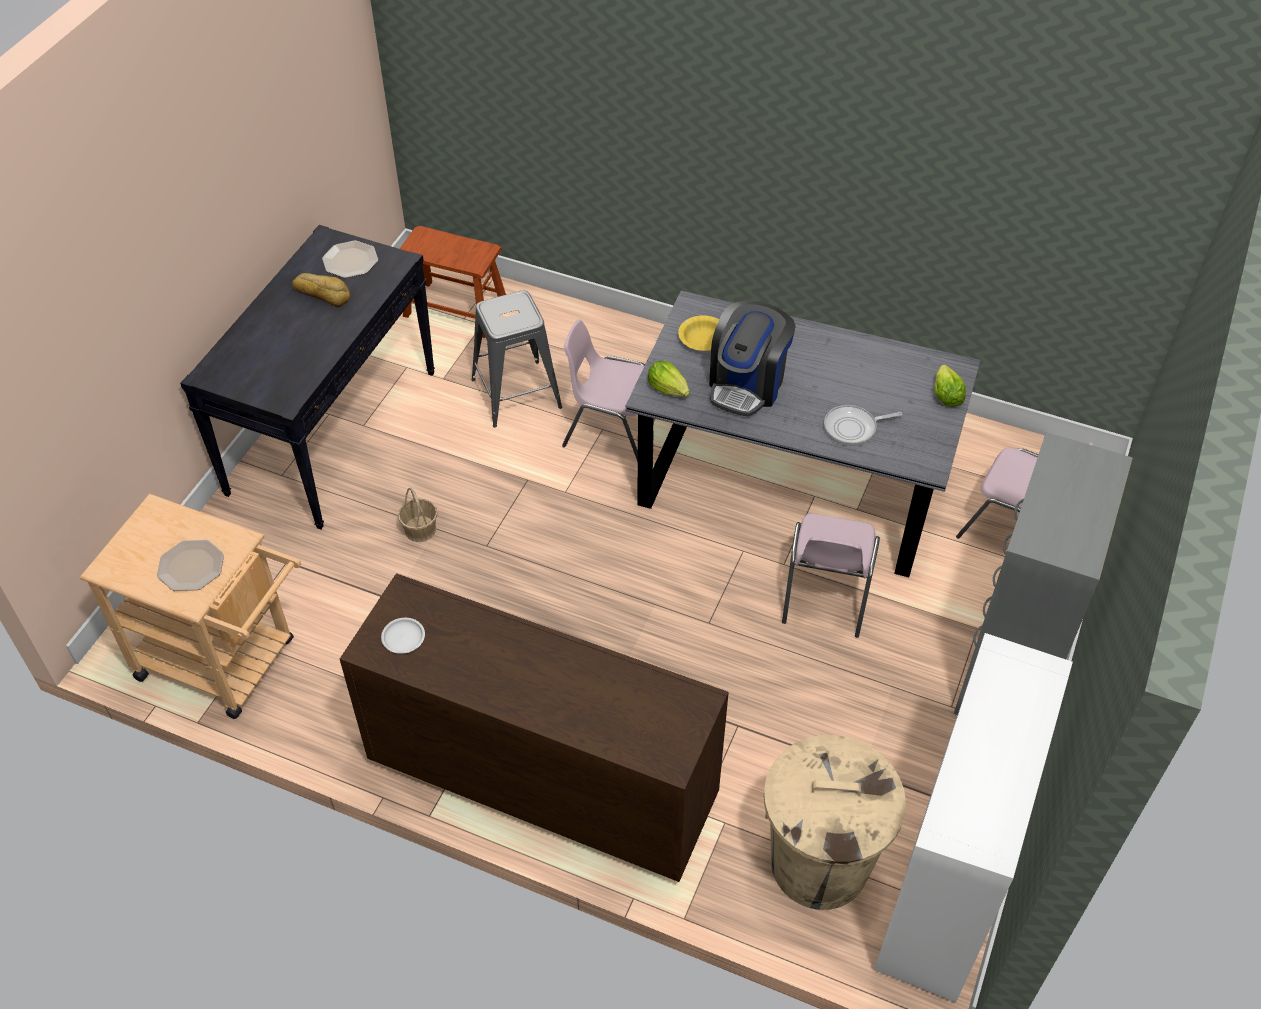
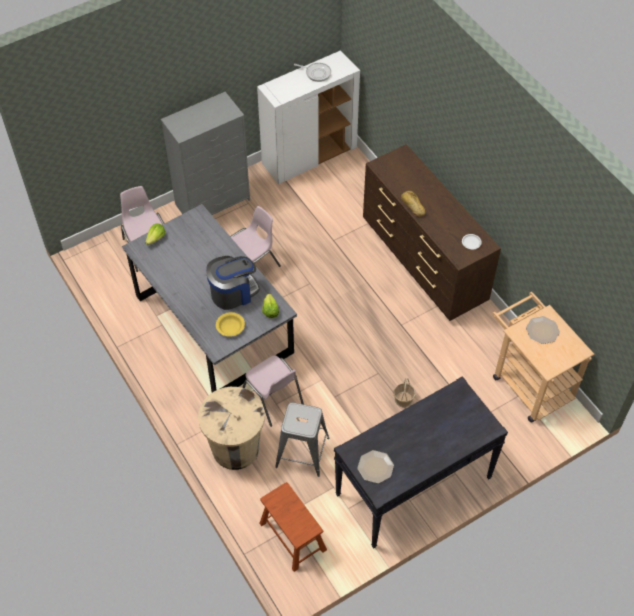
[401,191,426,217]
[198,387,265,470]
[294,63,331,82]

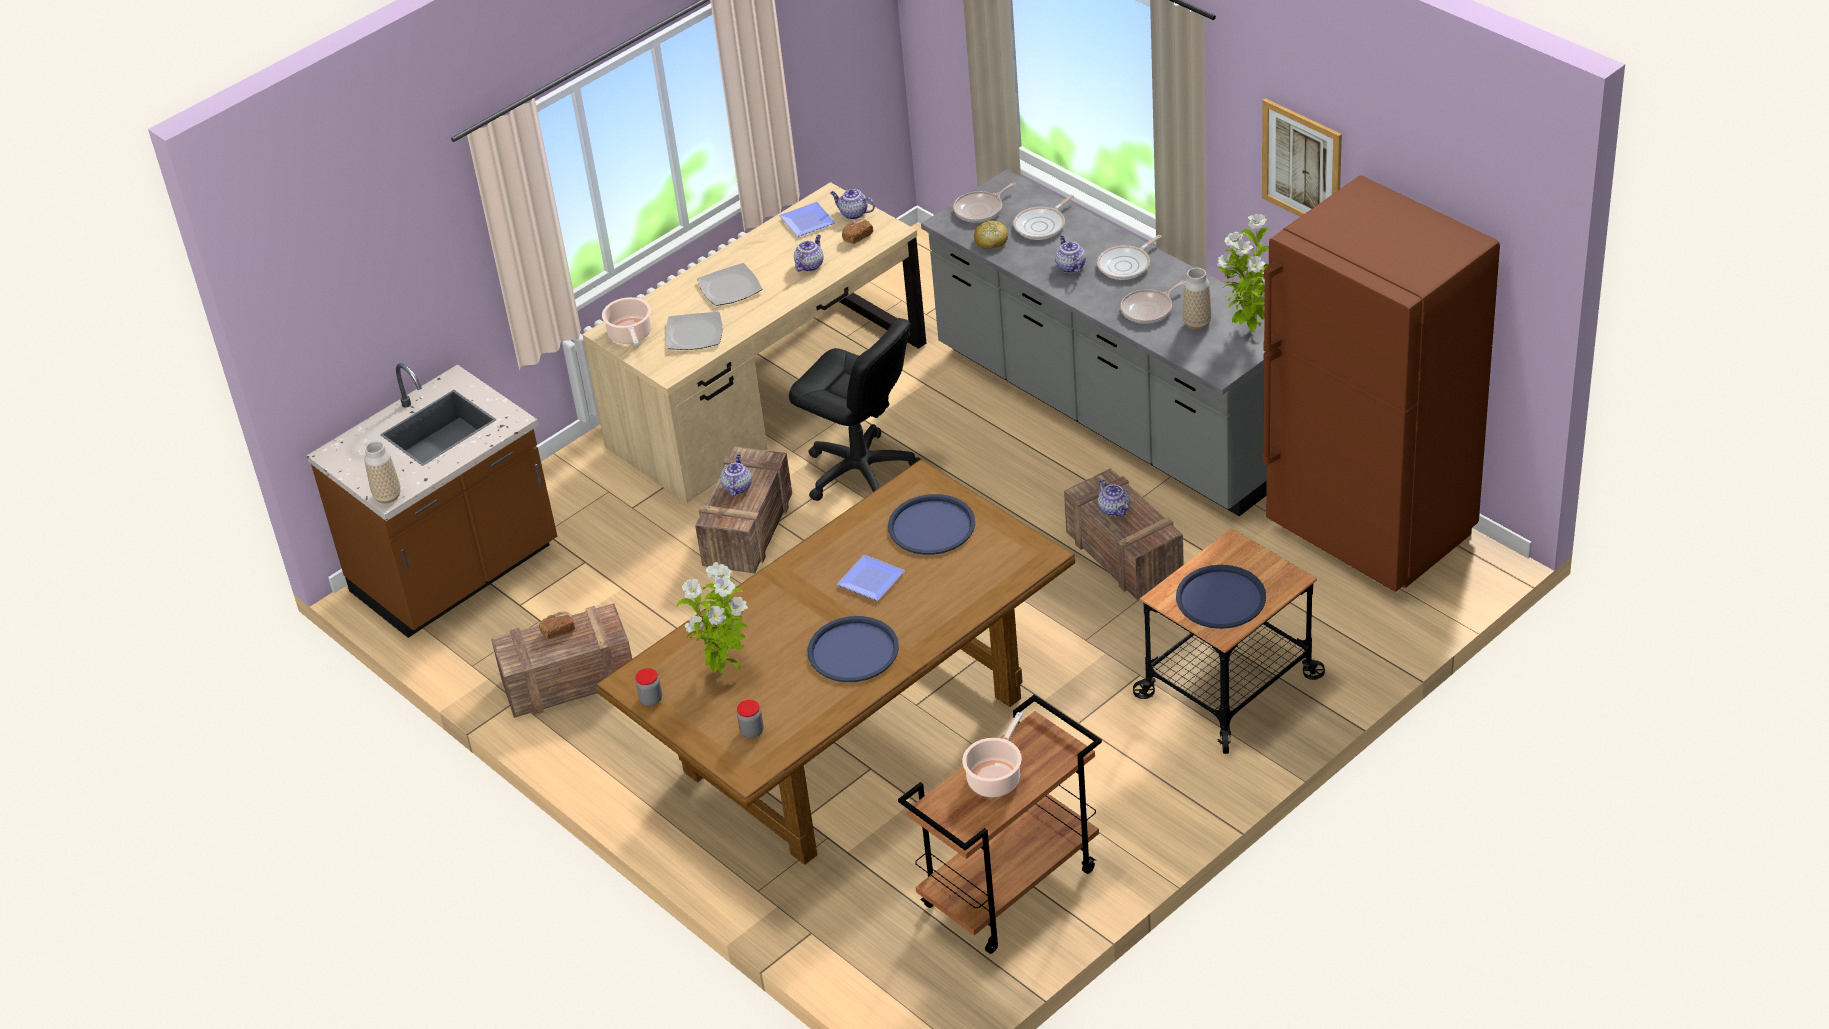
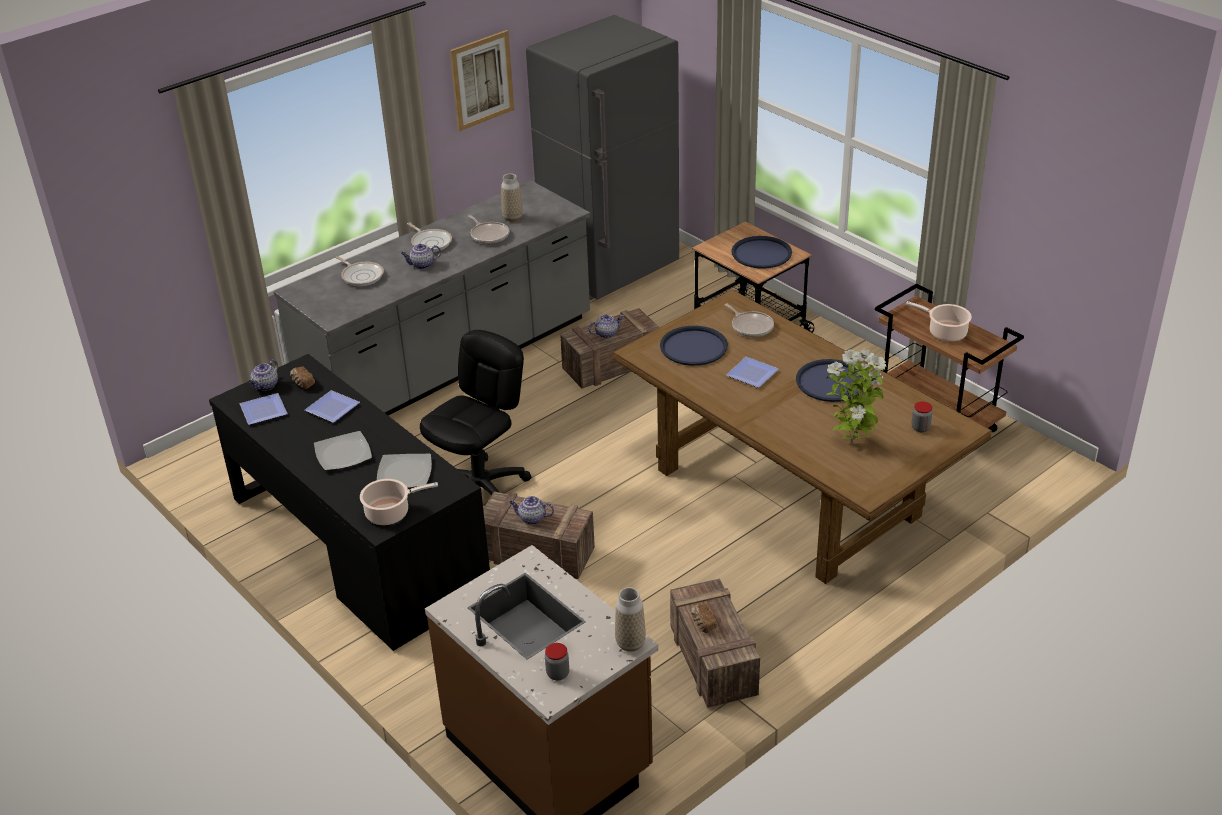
[209,354,490,651]
[545,643,569,680]
[305,390,360,423]
[725,303,774,337]
[974,221,1008,249] (first image)
[1217,214,1270,332] (first image)
[526,15,679,300]

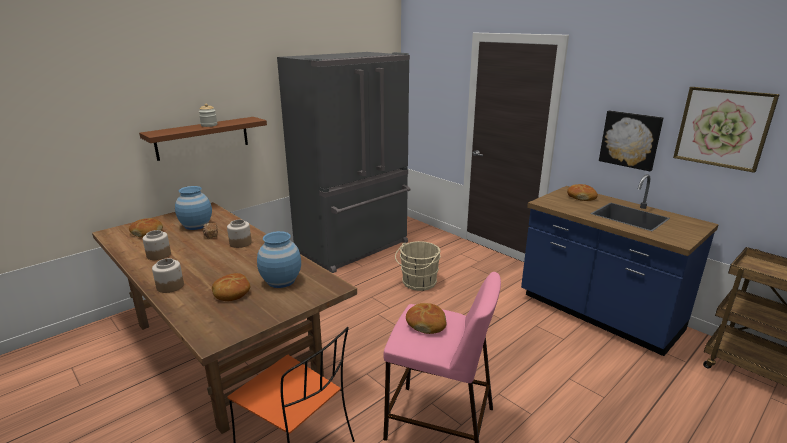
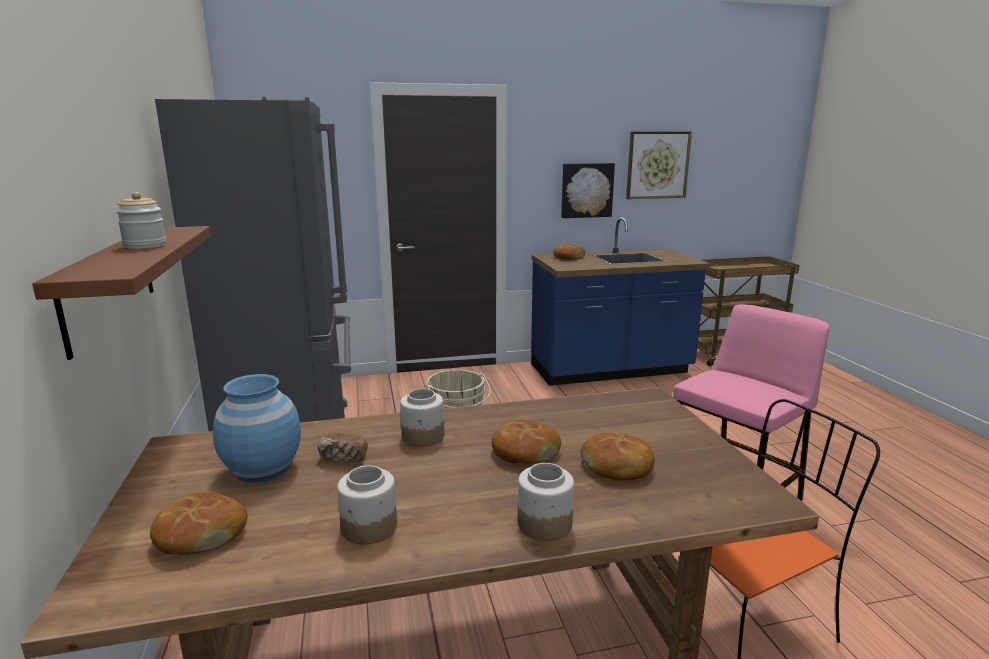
[257,231,301,288] (first image)
[492,420,561,464]

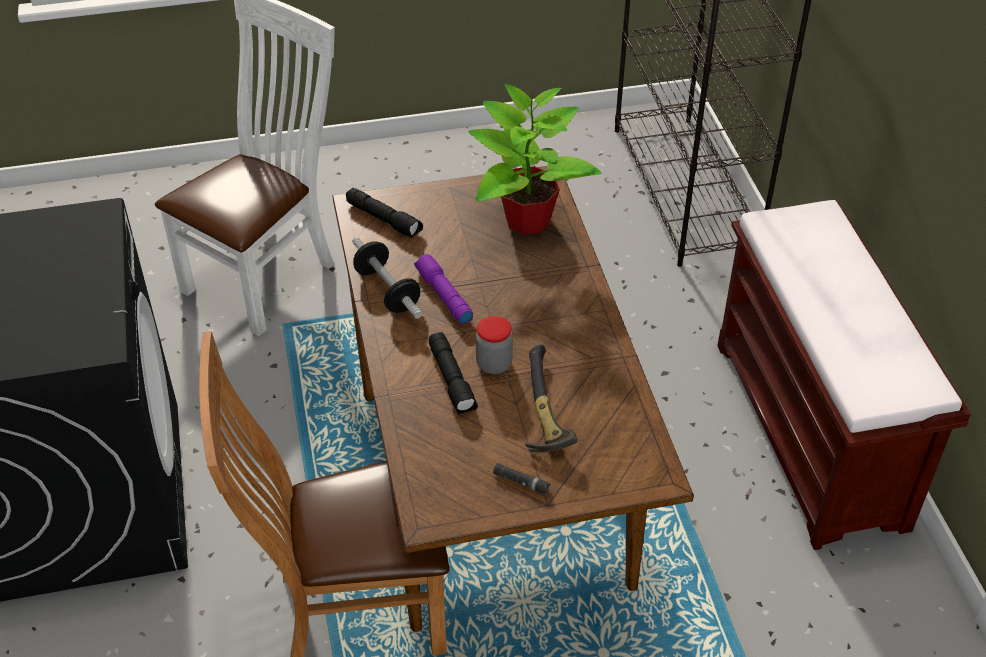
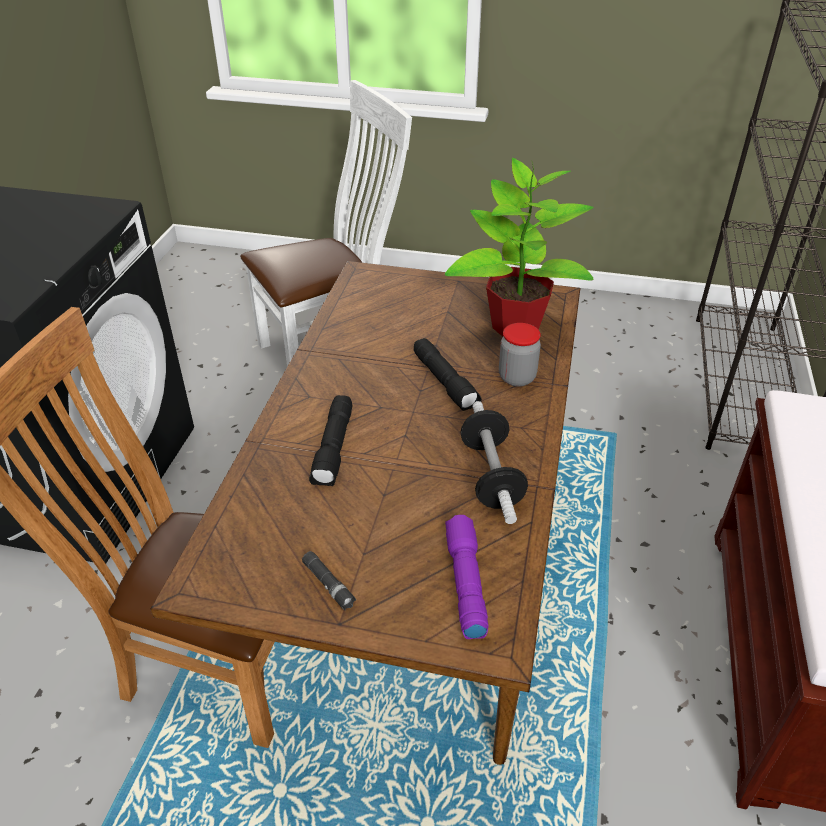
[414,338,482,411]
[460,401,528,524]
[445,515,489,639]
[499,323,541,387]
[525,344,578,452] (first image)

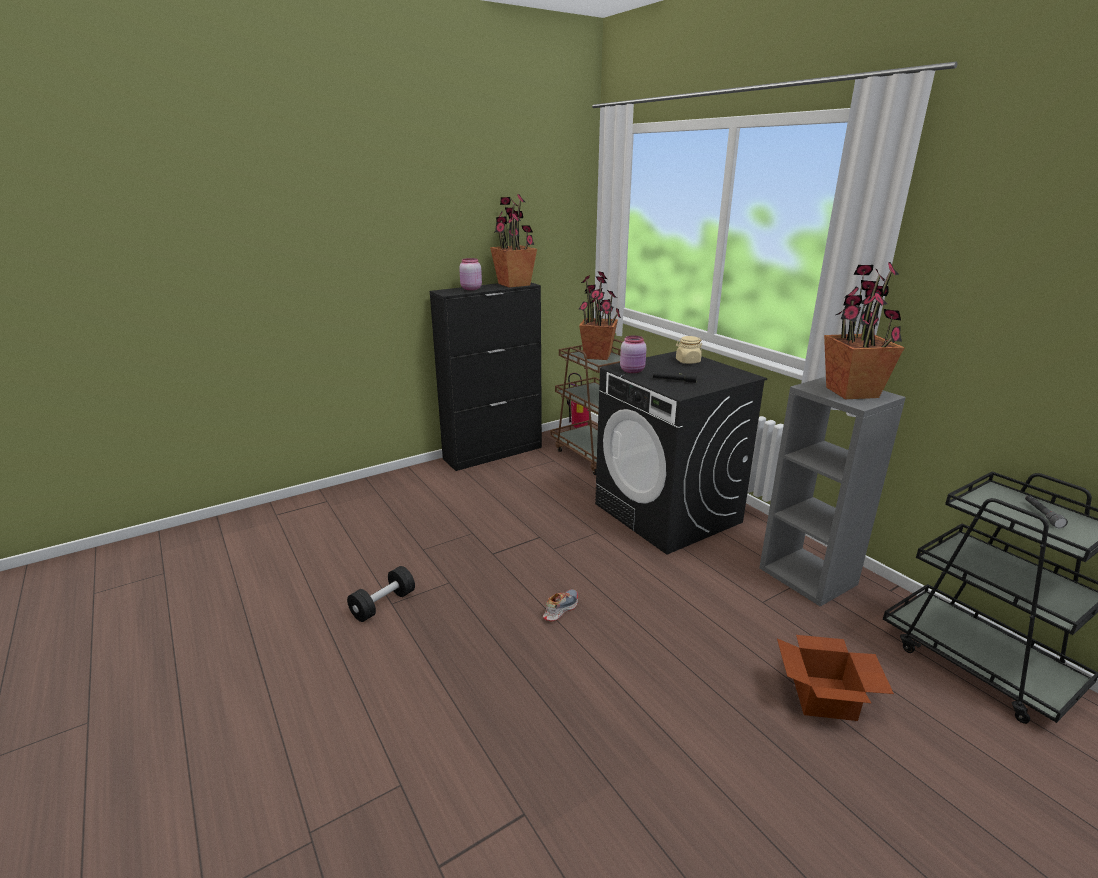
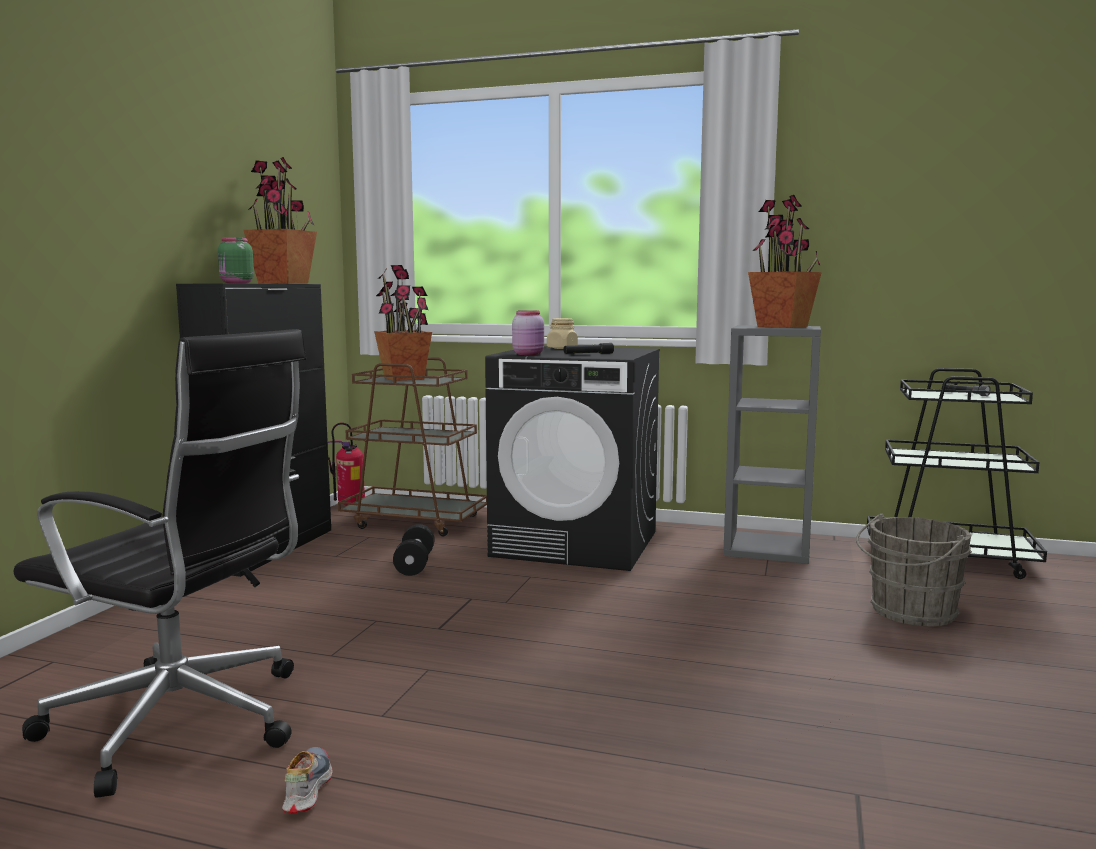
[393,524,435,576]
[218,237,254,283]
[282,747,333,814]
[856,514,972,626]
[14,329,306,798]

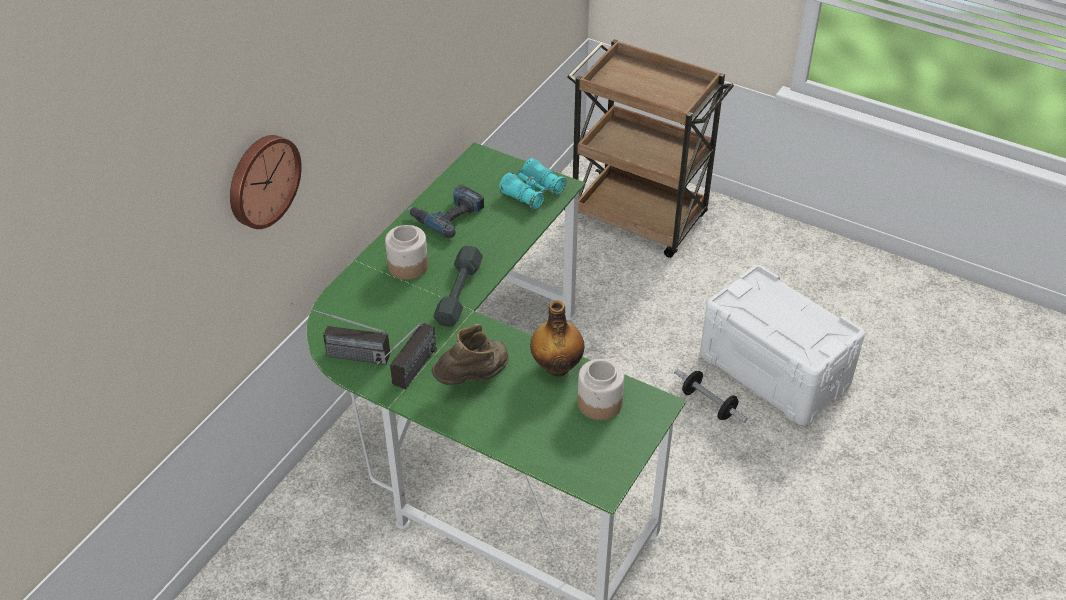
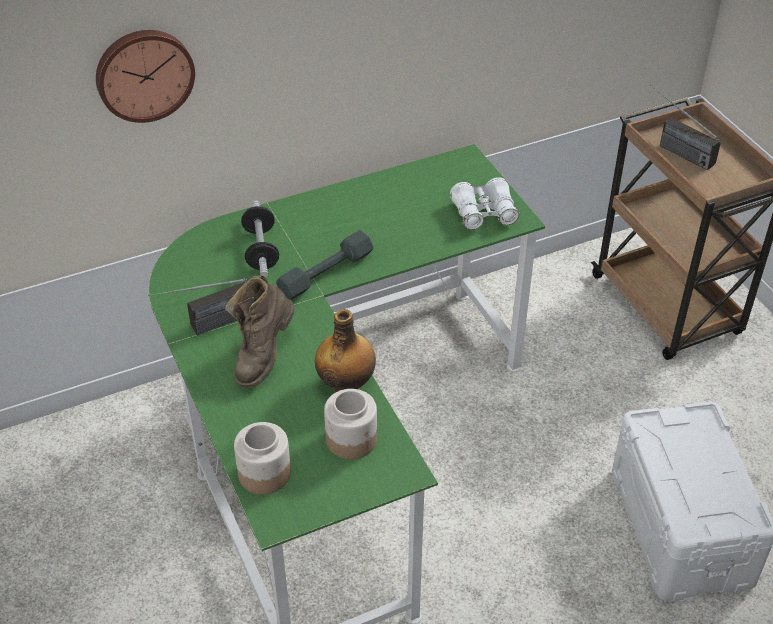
[649,85,721,170]
[234,422,291,495]
[407,185,484,238] (first image)
[225,275,295,388]
[450,177,519,230]
[241,201,279,277]

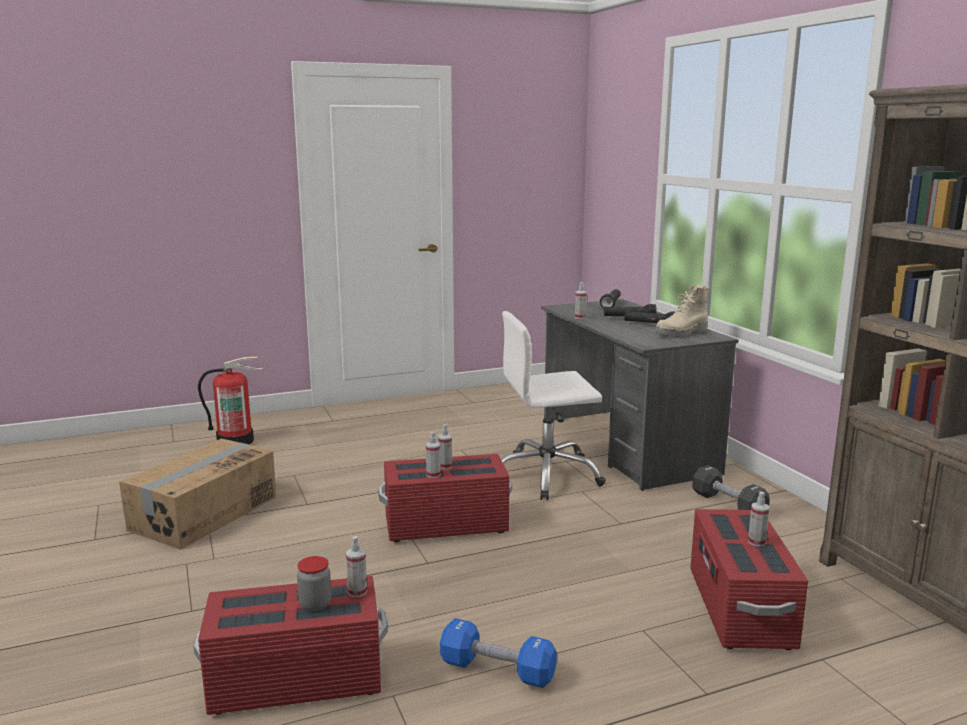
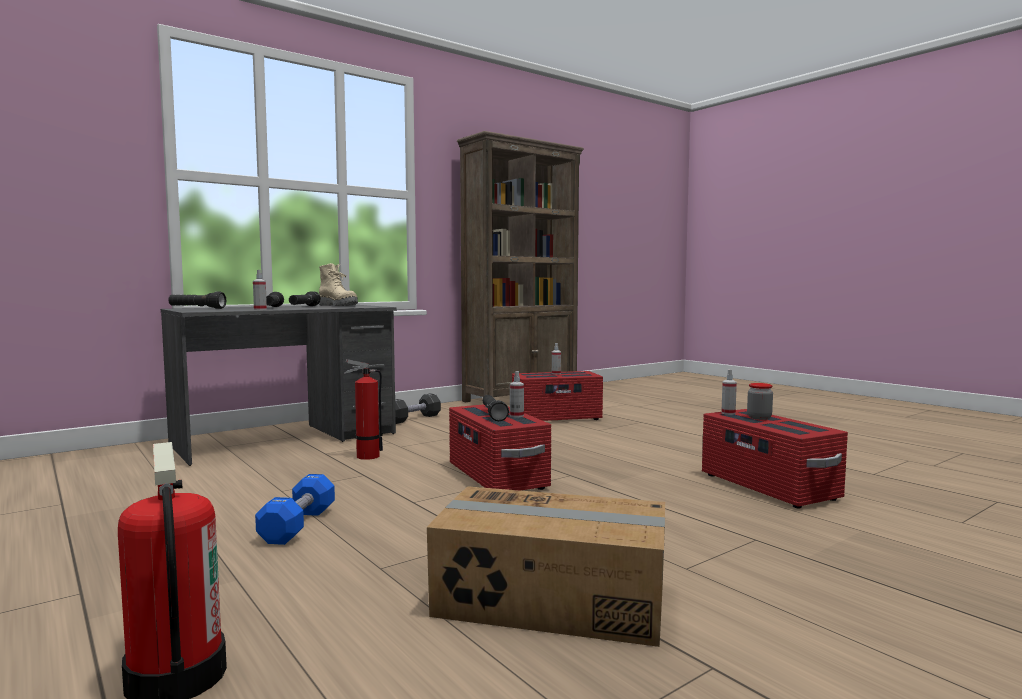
[482,395,509,421]
[255,474,335,545]
[344,359,383,460]

